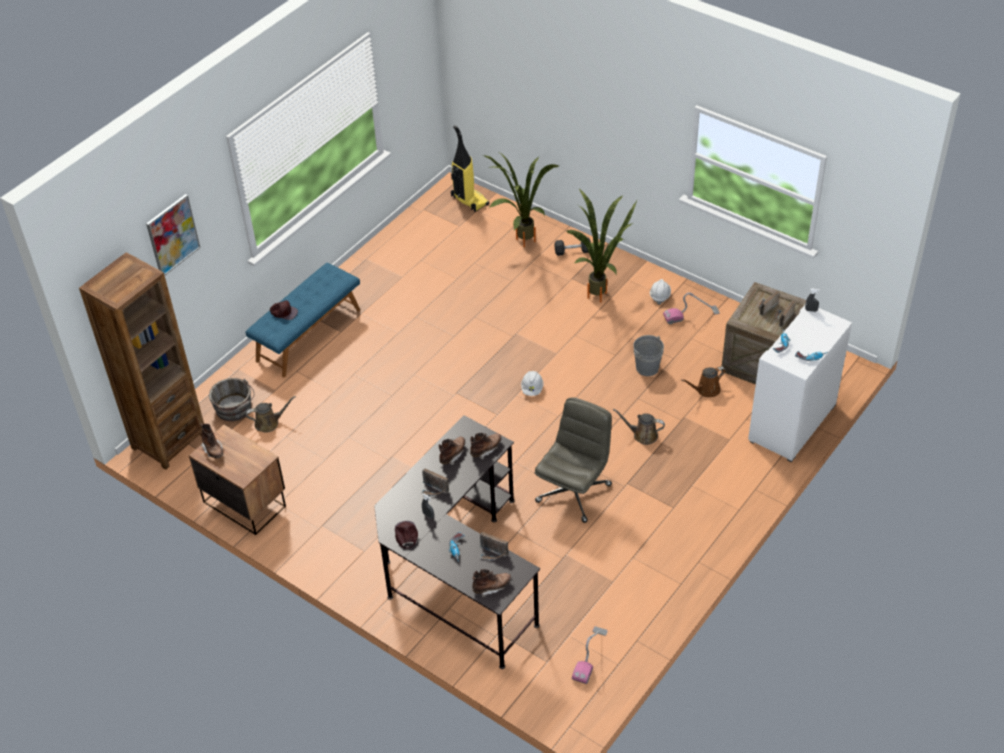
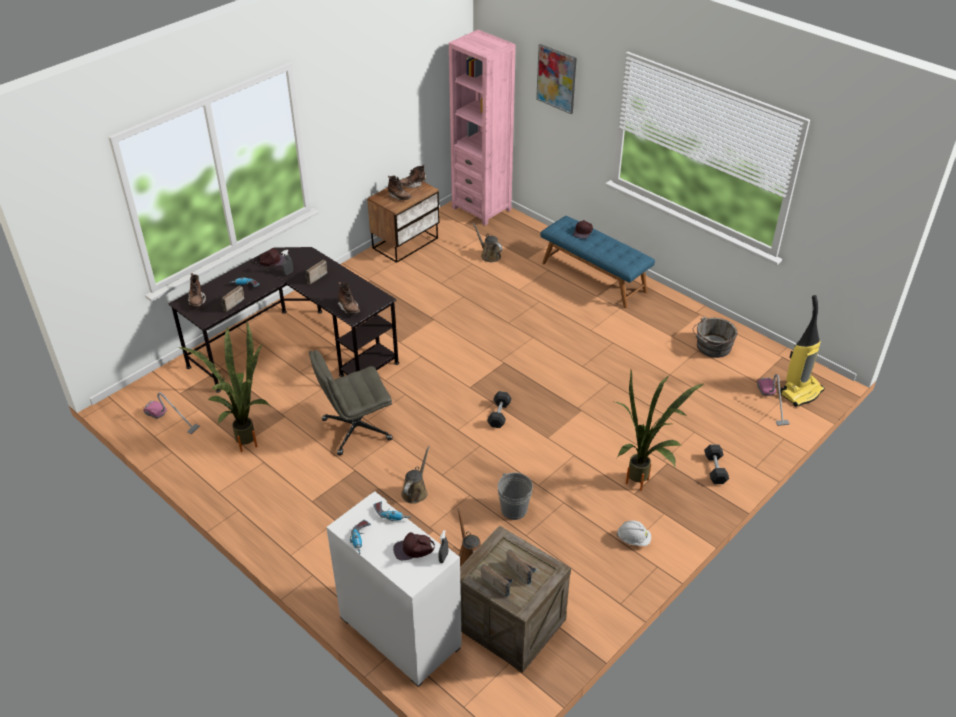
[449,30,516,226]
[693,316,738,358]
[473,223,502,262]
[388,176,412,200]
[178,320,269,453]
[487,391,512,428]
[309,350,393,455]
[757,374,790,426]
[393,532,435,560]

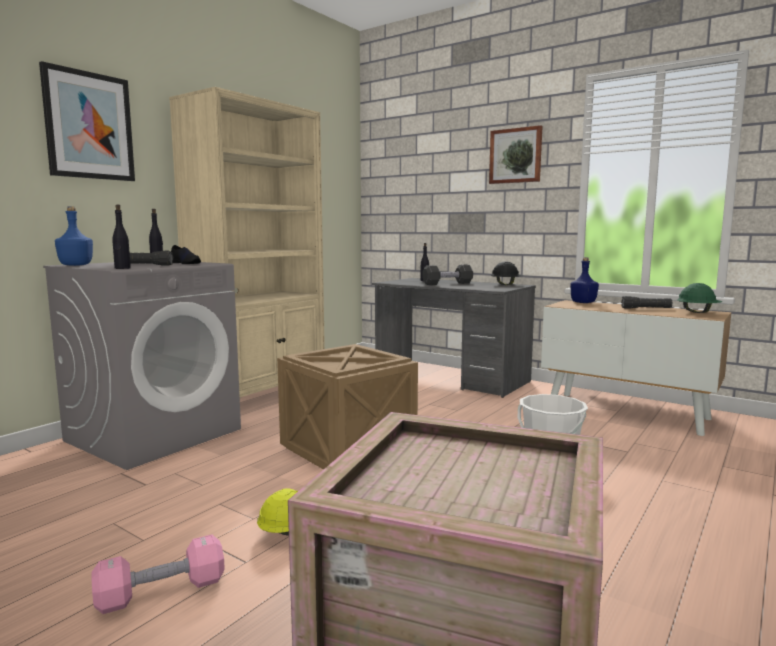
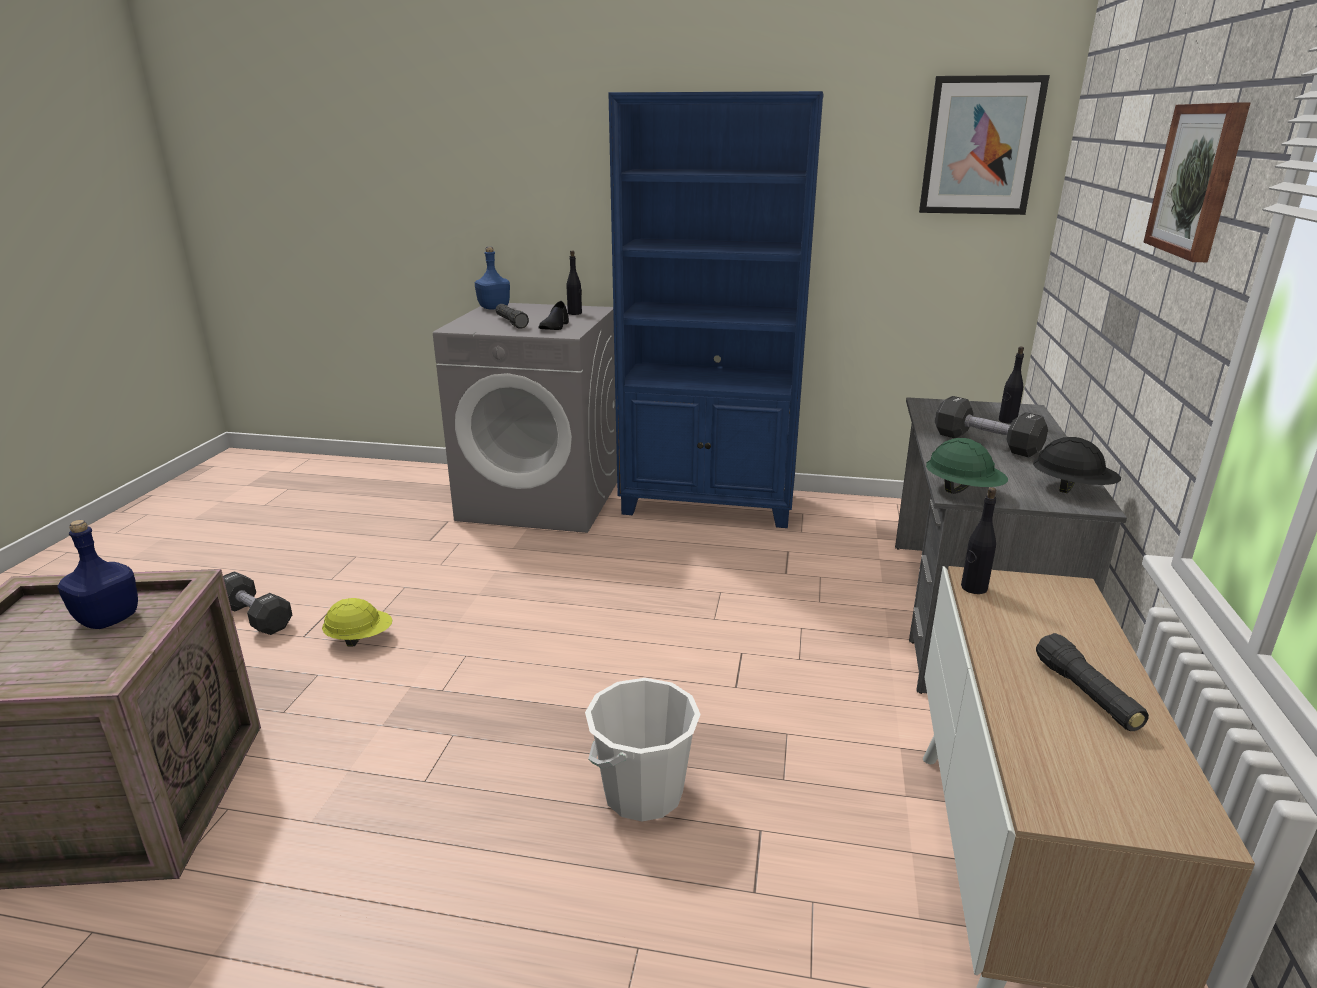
[919,75,1050,215]
[223,571,292,635]
[961,487,996,594]
[608,91,824,528]
[277,344,418,470] (first image)
[57,520,138,629]
[926,438,1008,494]

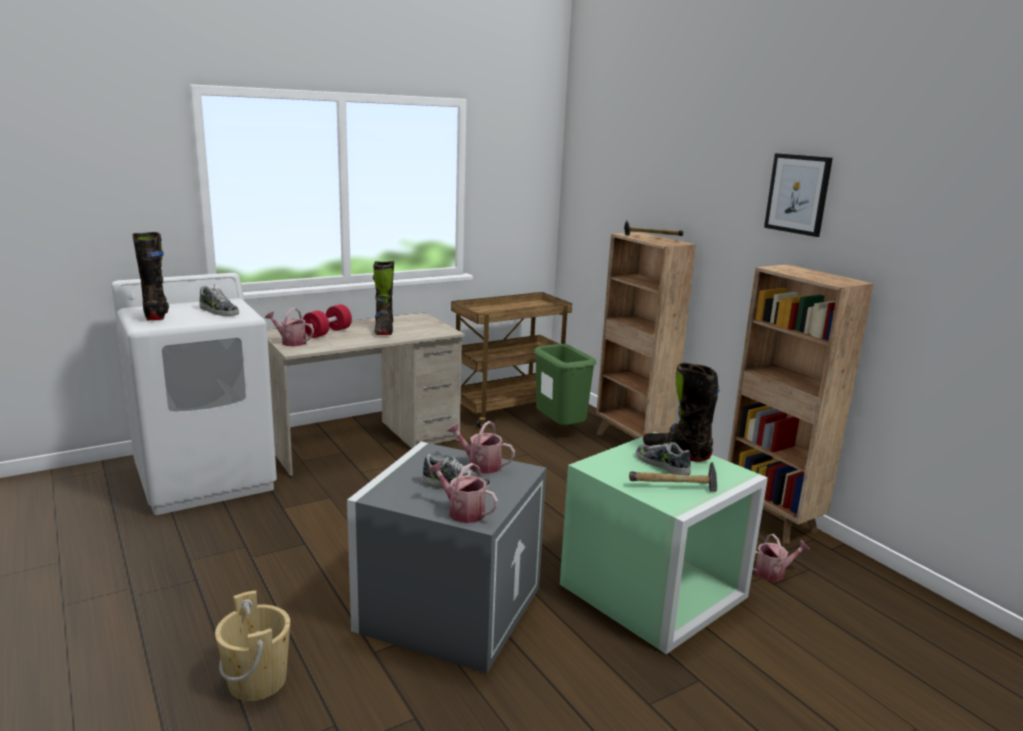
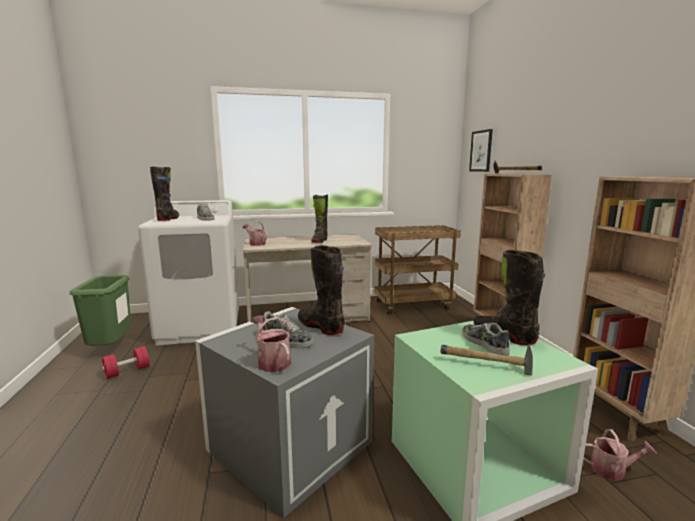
[215,590,290,701] (first image)
[102,346,150,379]
[298,245,345,335]
[69,275,131,346]
[469,129,493,172]

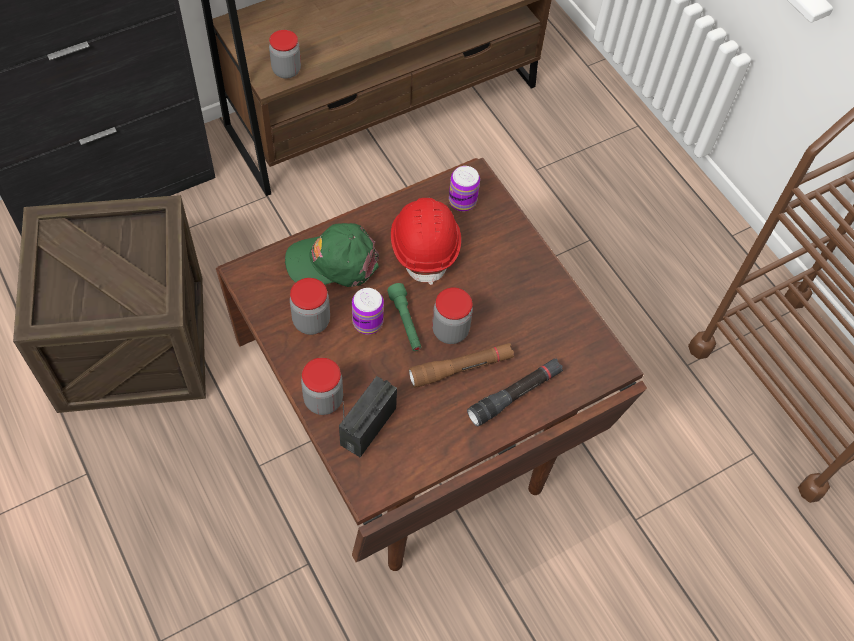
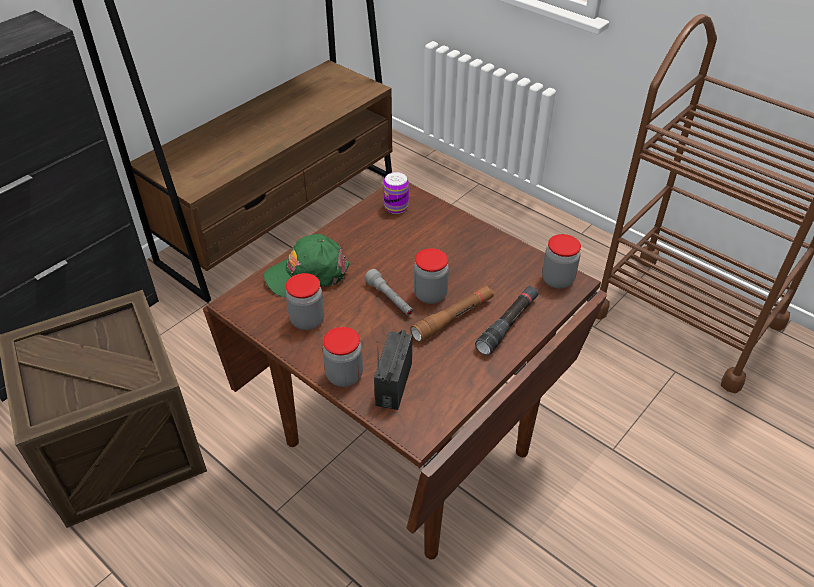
[542,234,581,289]
[352,288,384,334] (first image)
[365,269,413,316]
[391,198,461,285] (first image)

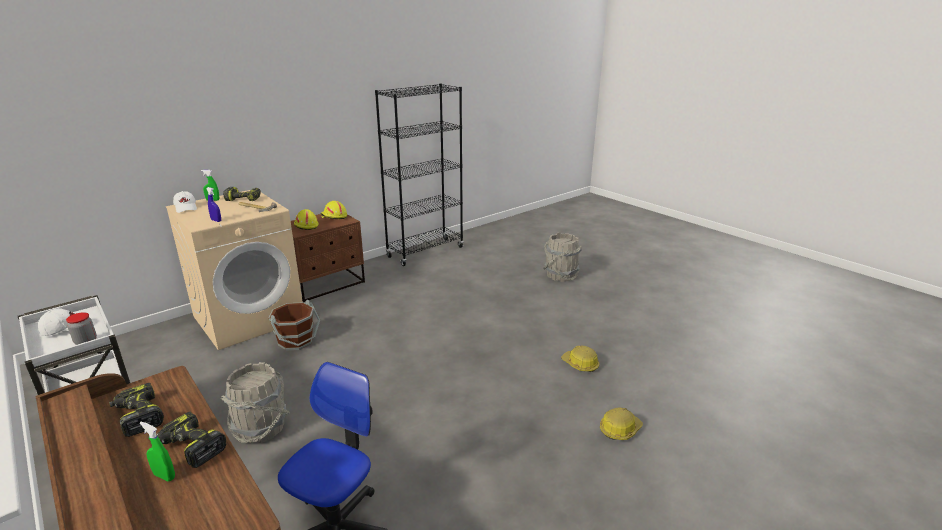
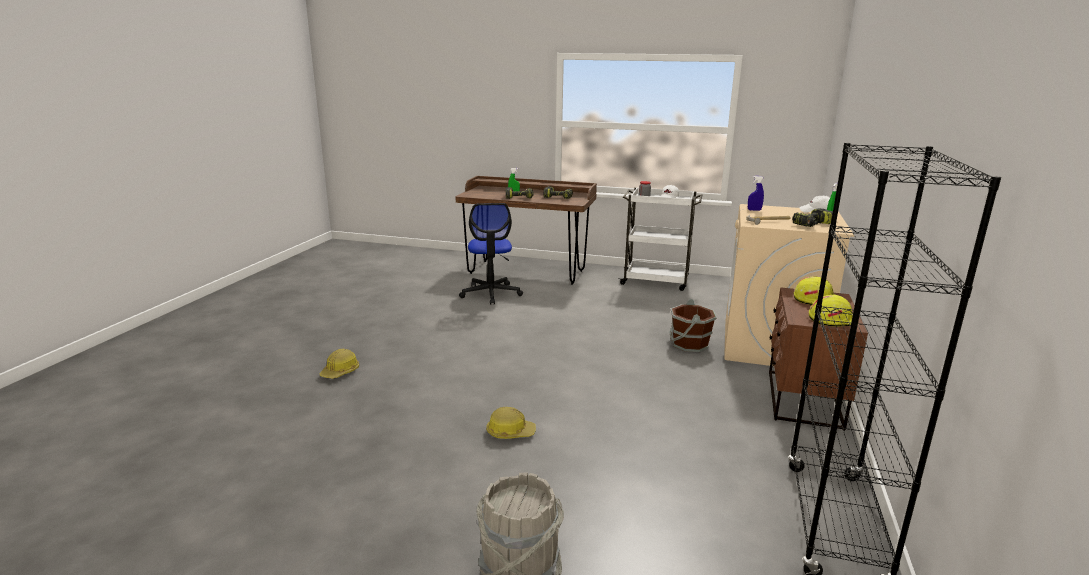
[220,362,289,443] (first image)
[486,407,536,439]

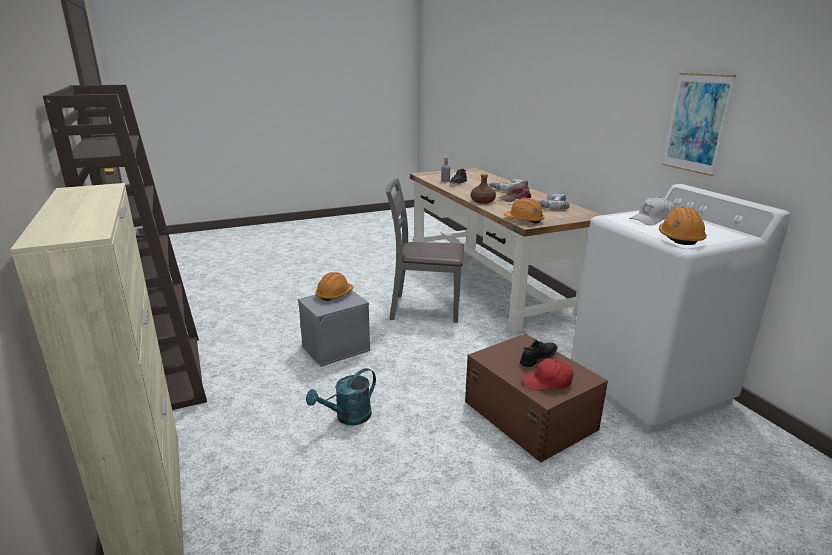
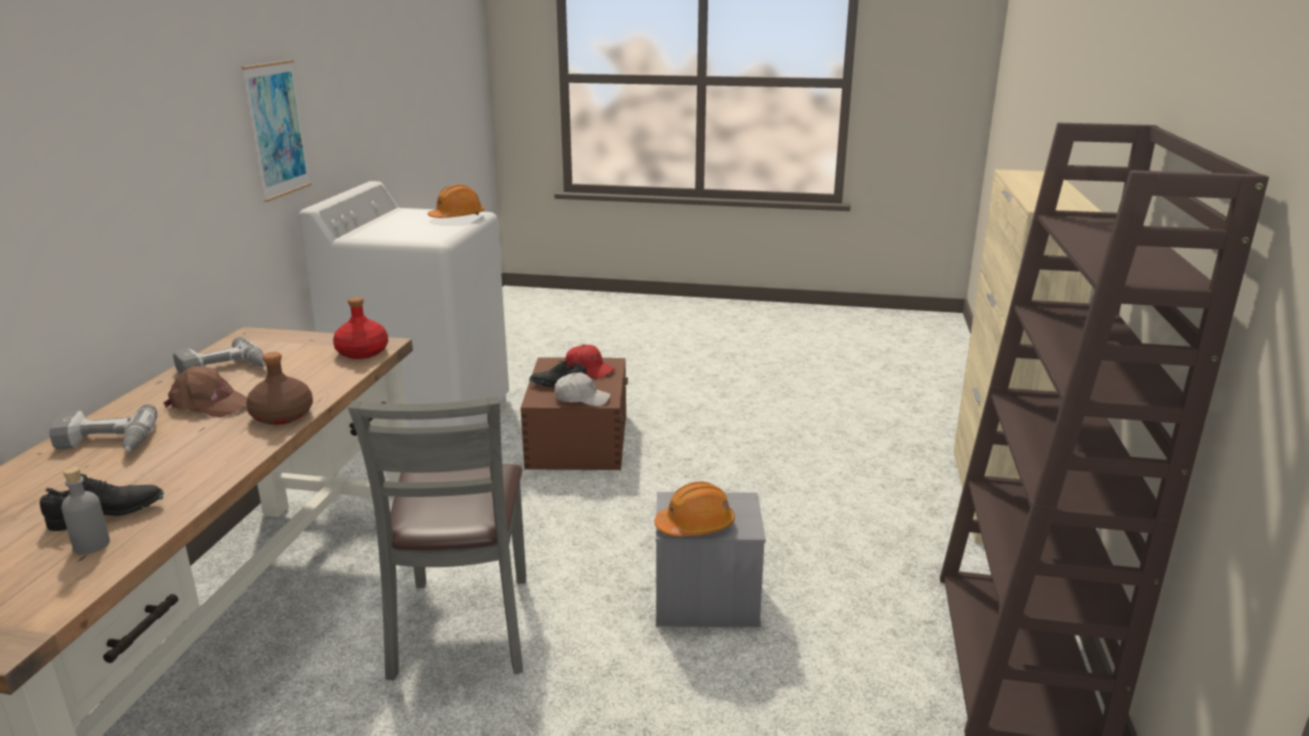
[306,368,376,425] (first image)
[348,396,526,681]
[333,297,388,359]
[555,372,610,407]

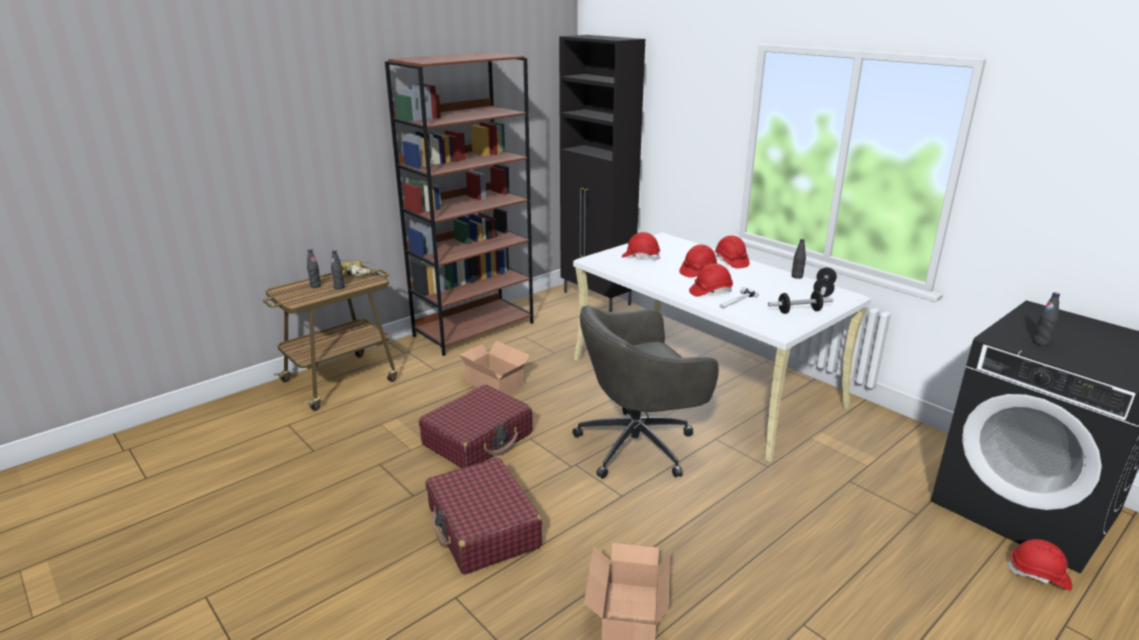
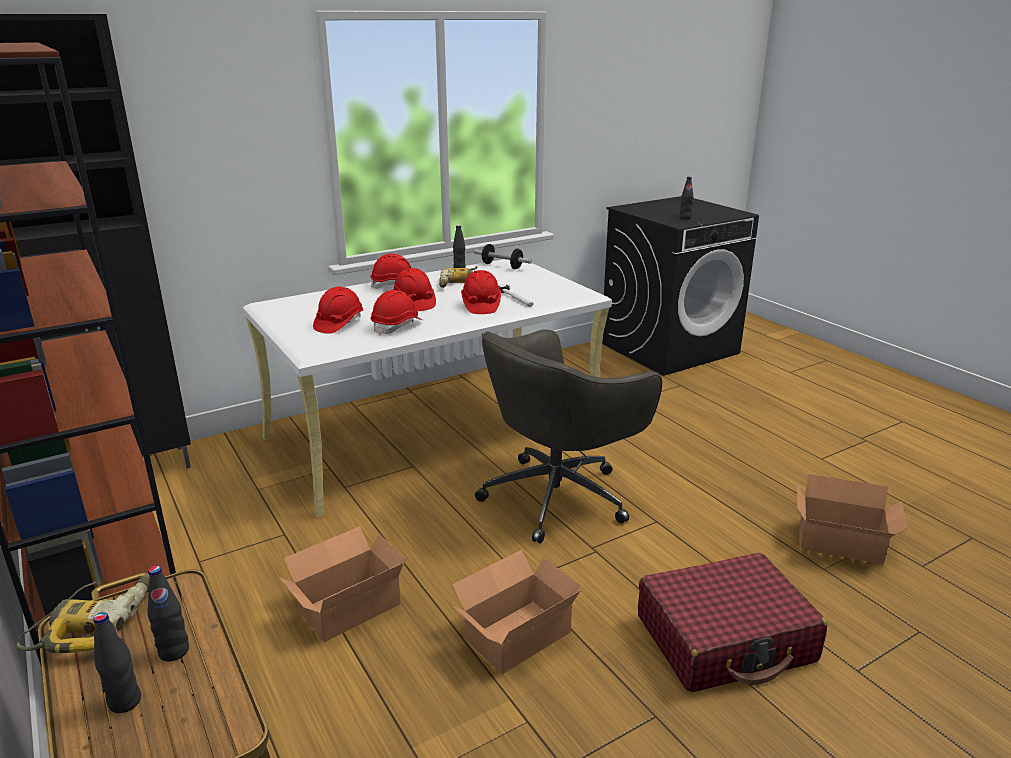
[452,550,581,674]
[475,329,662,544]
[768,291,833,314] (first image)
[370,290,422,336]
[439,266,478,288]

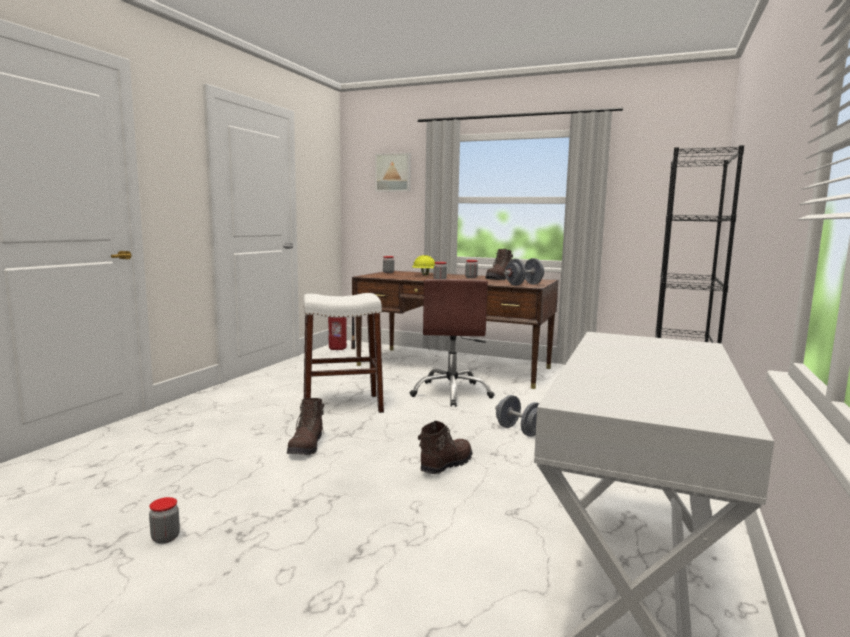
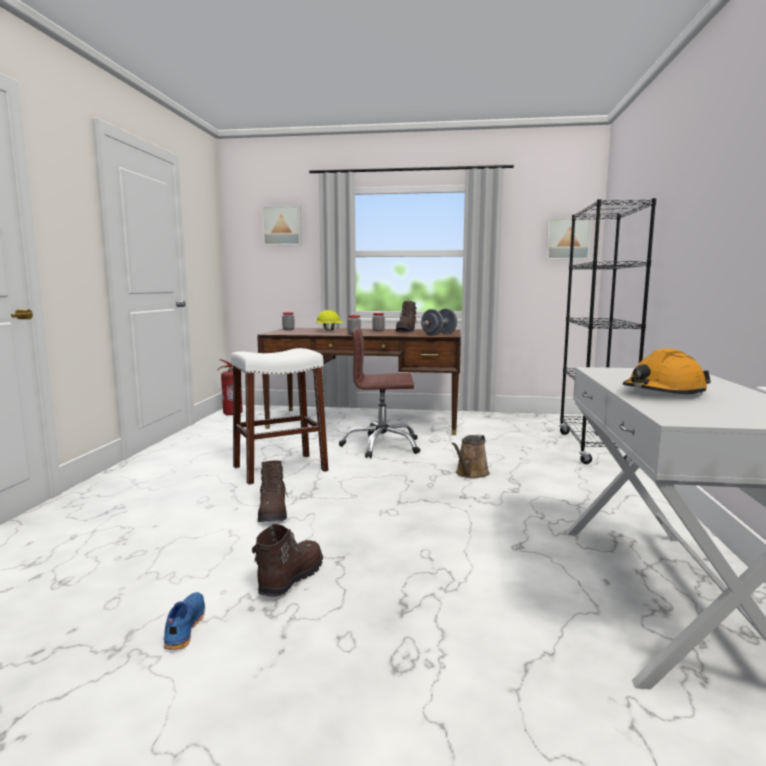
[164,592,205,650]
[339,326,420,458]
[252,524,323,597]
[452,435,490,479]
[546,217,592,260]
[623,349,711,396]

